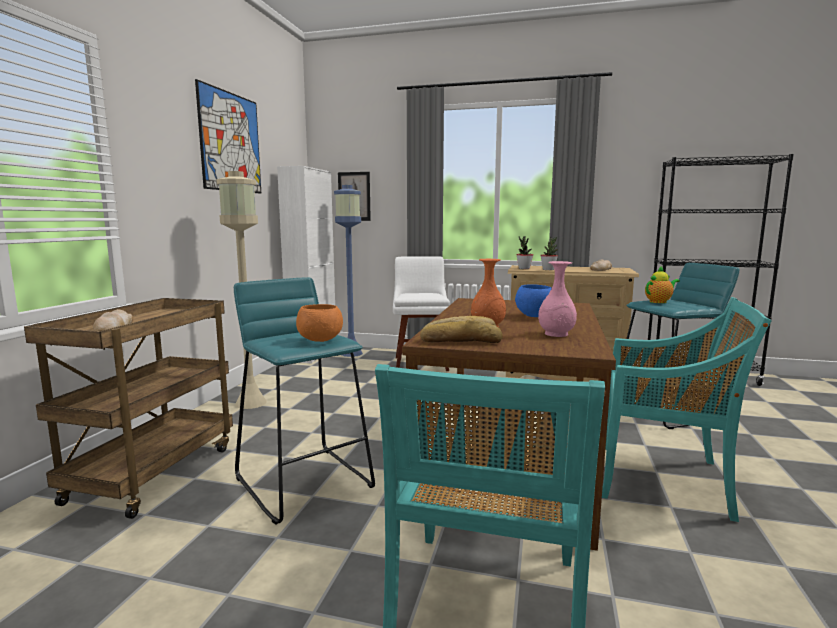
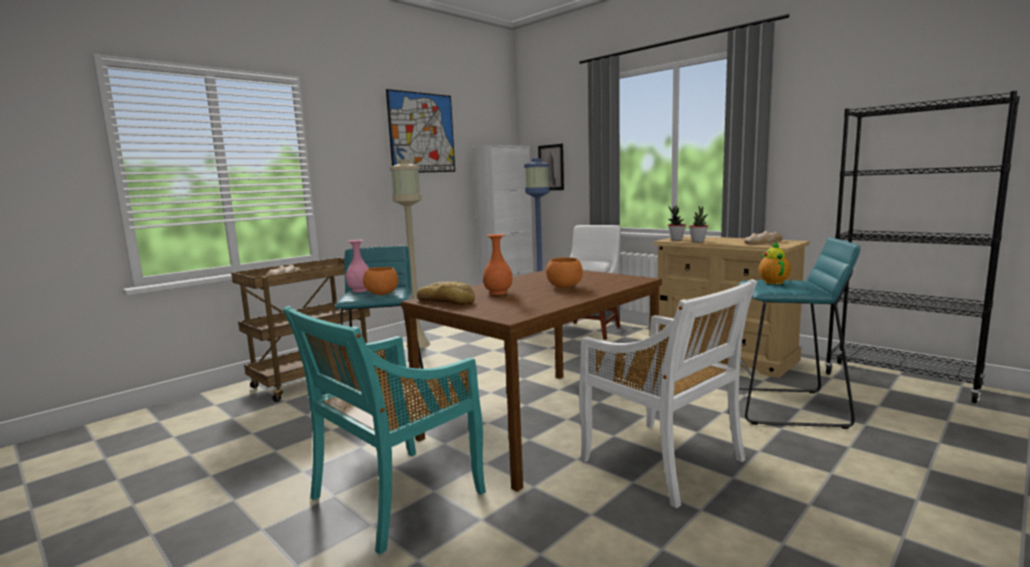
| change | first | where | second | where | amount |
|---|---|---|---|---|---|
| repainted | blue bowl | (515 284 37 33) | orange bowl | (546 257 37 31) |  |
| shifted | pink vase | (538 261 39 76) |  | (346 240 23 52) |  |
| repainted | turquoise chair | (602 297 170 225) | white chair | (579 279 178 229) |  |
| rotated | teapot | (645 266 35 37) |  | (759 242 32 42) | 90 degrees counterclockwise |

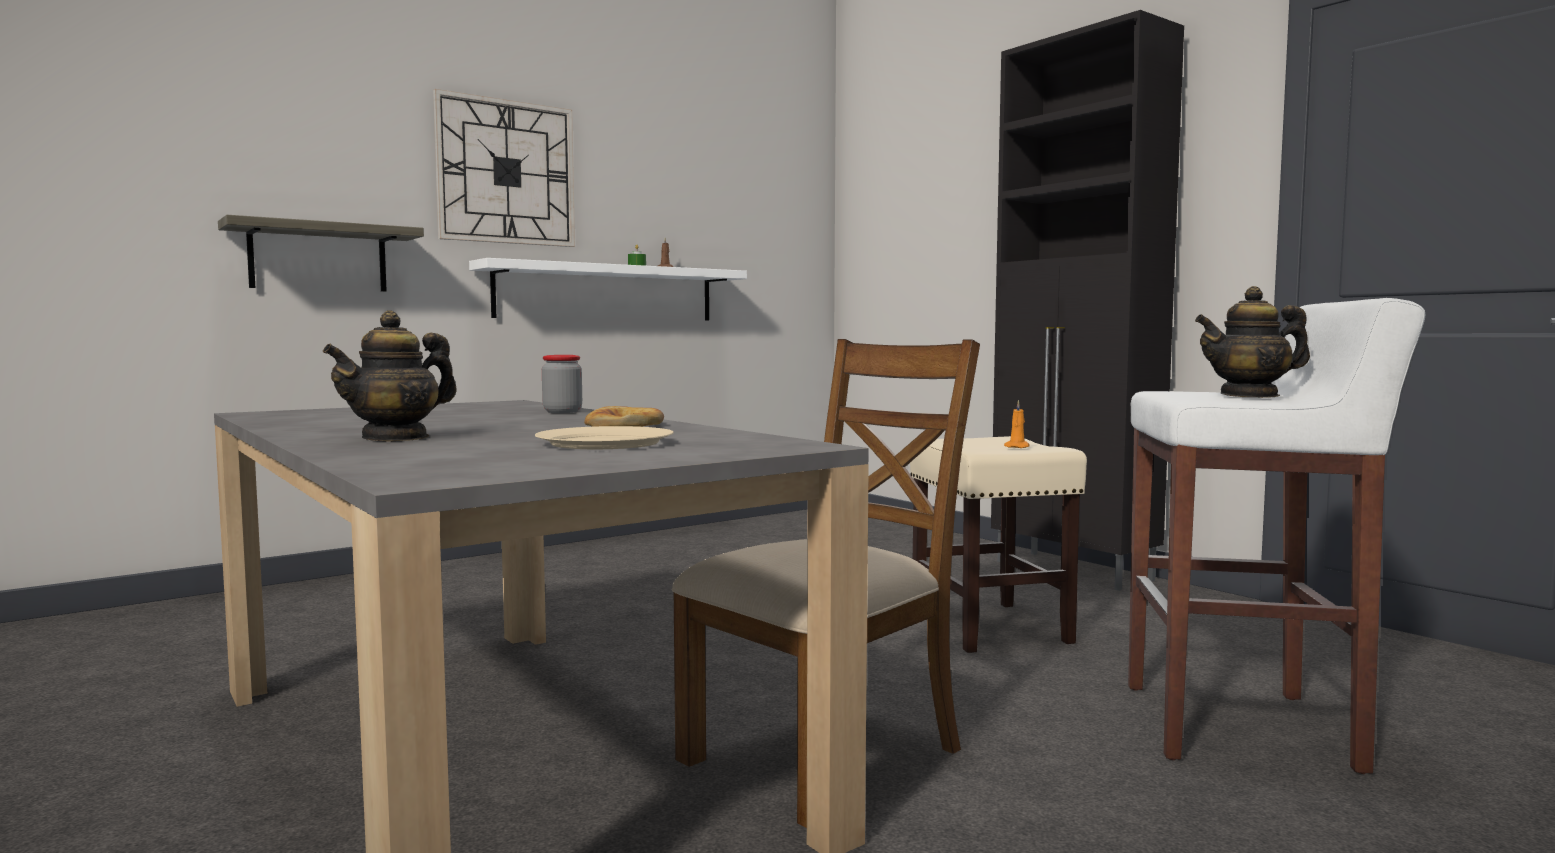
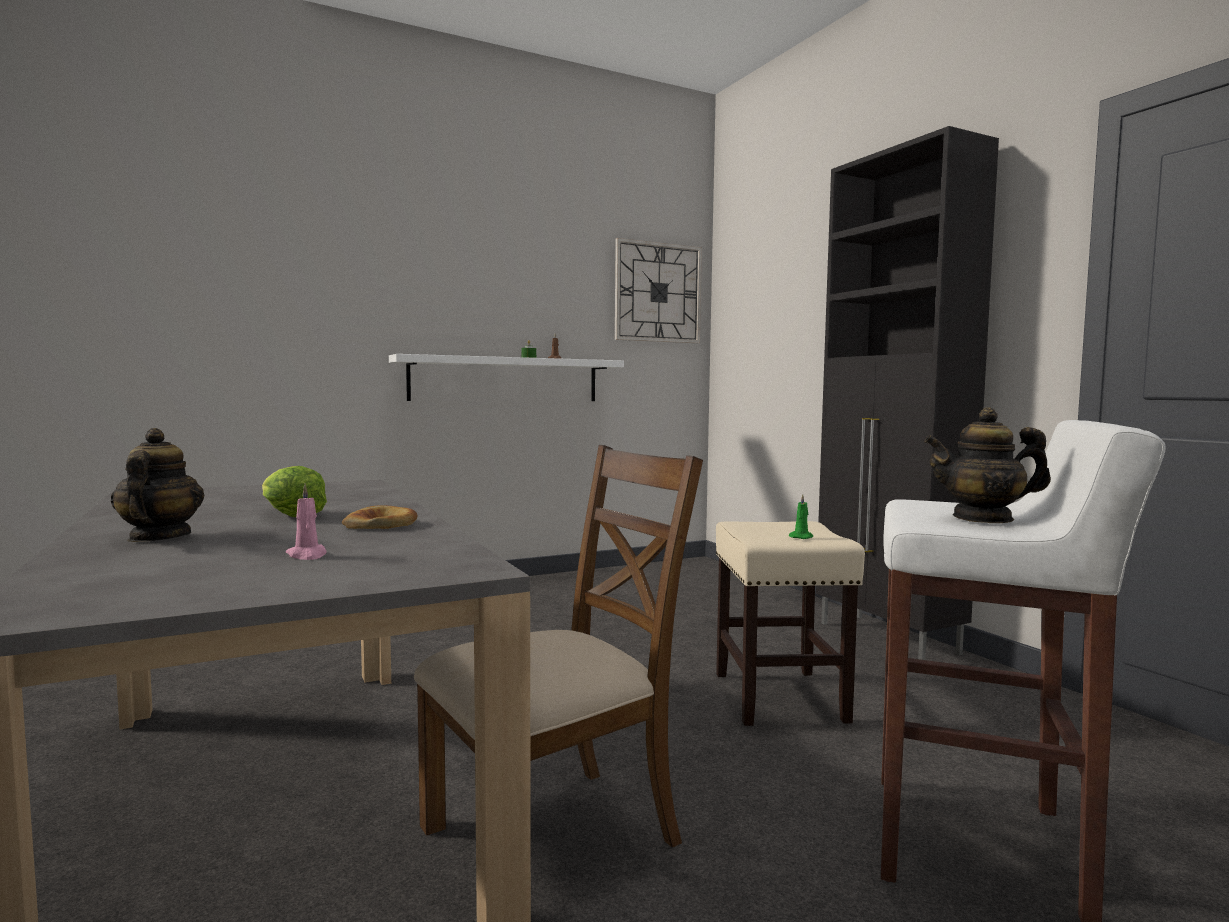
| change | first | where | second | where | amount |
|---|---|---|---|---|---|
| gone | shelf | (218 215 206 77) |  |  |  |
| rotated | teapot | (323 311 134 131) |  | (111 428 93 114) | 120 degrees clockwise |
| shifted | wall clock | (433 89 142 158) |  | (615 238 87 105) |  |
| swapped | beige plate | (535 426 139 23) | pink candle | (286 484 41 76) |  |
| gone | jar | (542 355 40 58) |  |  |  |
| repainted | orange candle | (1004 400 26 48) | green candle | (789 494 24 45) |  |
| new |  |  | lettuce | (262 466 65 51) |  |

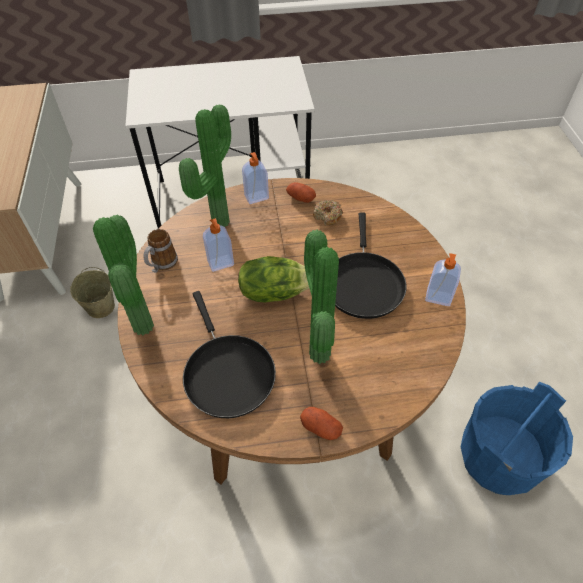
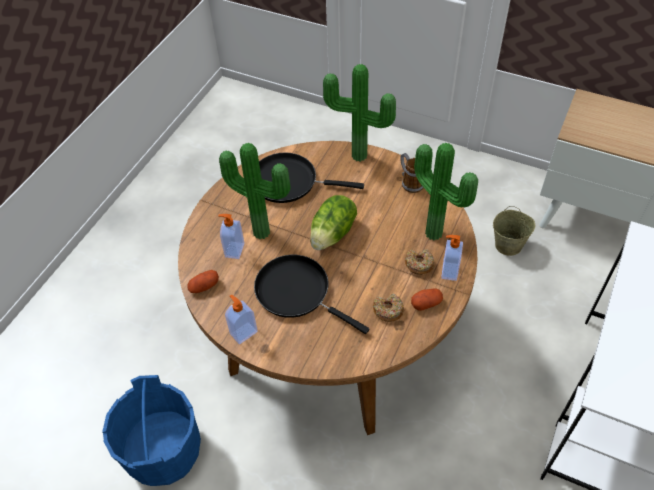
| change | first | where | second | where | amount |
|---|---|---|---|---|---|
| shifted | soap dispenser | (203 218 31 54) |  | (218 214 26 45) |  |
| shifted | potato | (300 407 43 33) |  | (187 270 32 23) |  |
| new |  |  | donut | (405 249 29 26) |  |

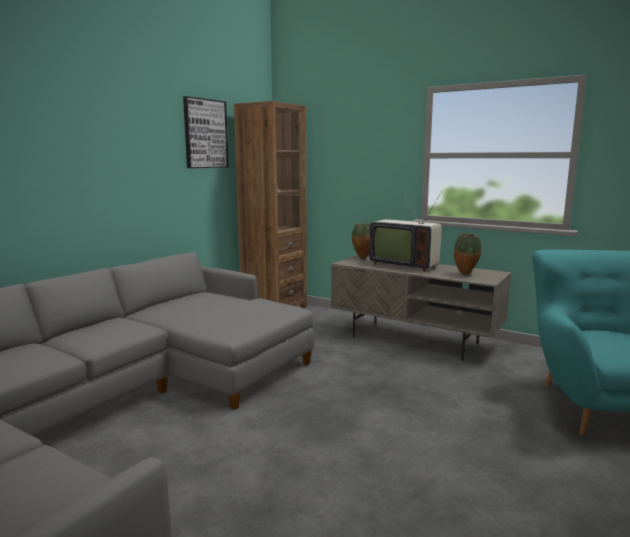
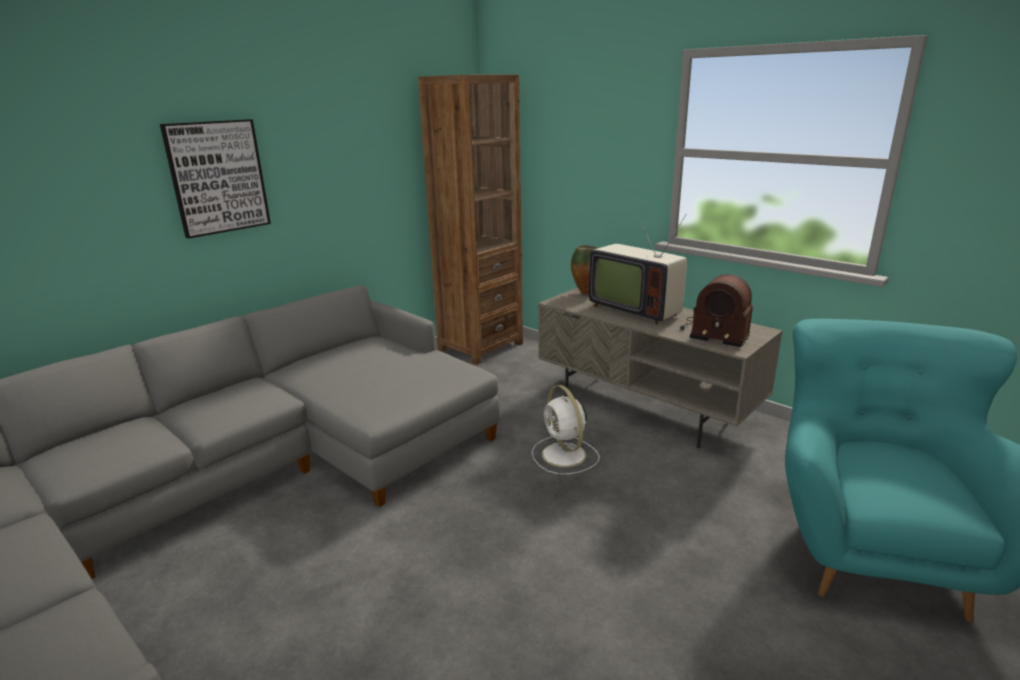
| change | first | where | second | where | amount |
|---|---|---|---|---|---|
| shifted | picture | (183 96 46 72) |  | (160 119 111 120) |  |
| swapped | vase | (454 233 28 42) | radio | (680 274 73 73) |  |
| new |  |  | white fan | (532 385 68 89) |  |

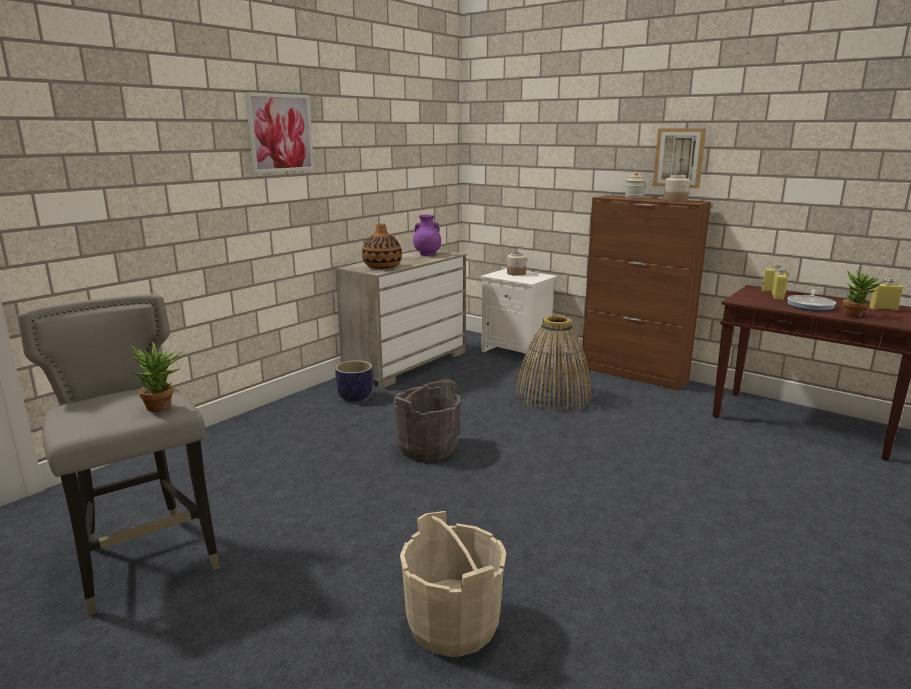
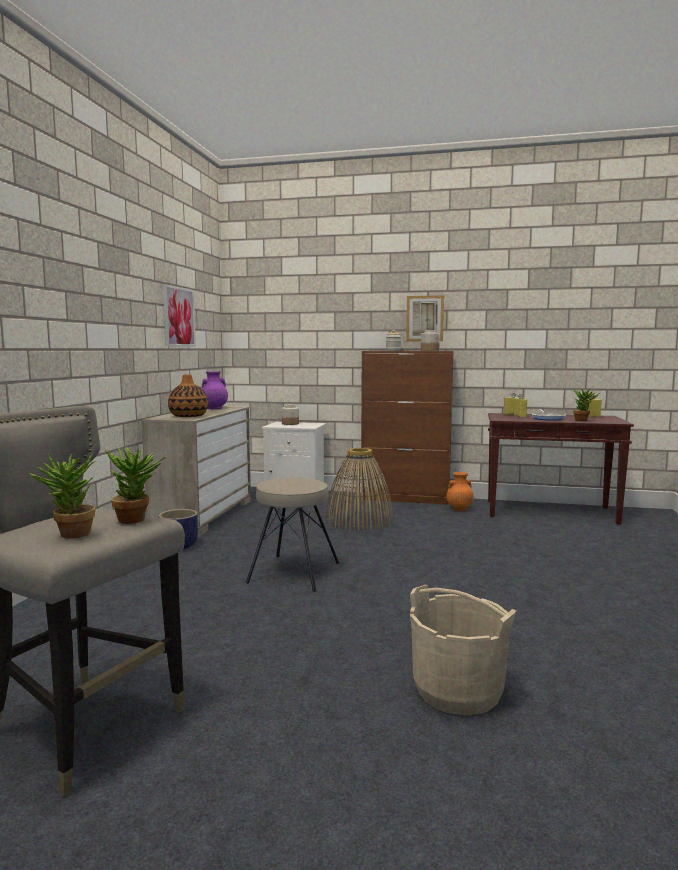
| change | first | where | second | where | amount |
|---|---|---|---|---|---|
| shifted | picture | (245 92 69 81) |  | (163 284 33 63) |  |
| swapped | grey bucket | (394 379 67 83) | beige stool | (246 477 93 115) |  |
| new |  |  | potted plant | (29 454 66 85) |  |
| new |  |  | orange vase | (446 472 28 39) |  |

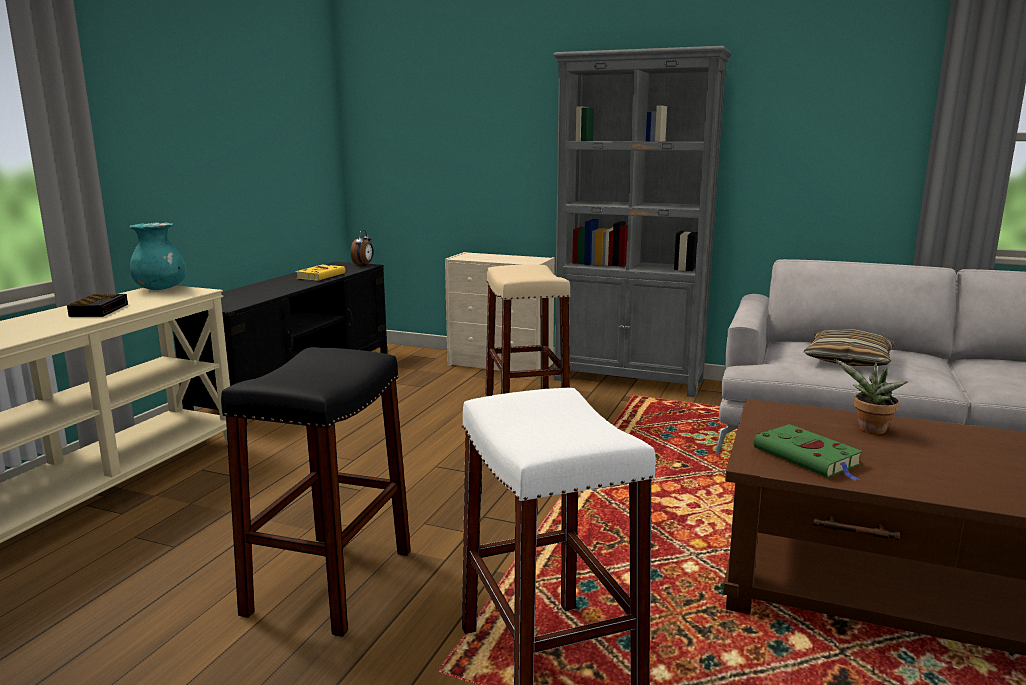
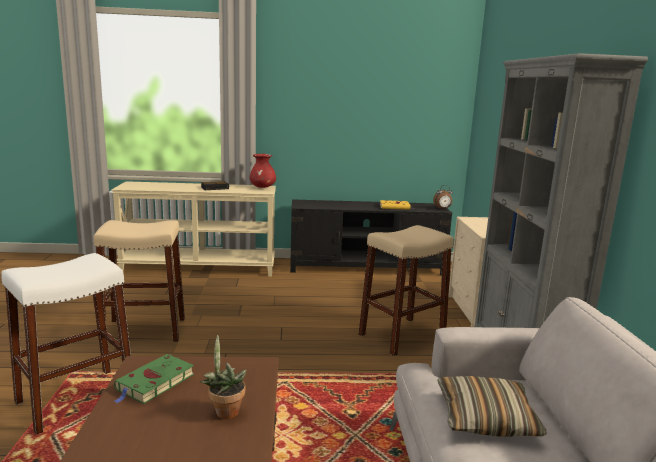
| change | first | where | second | where | amount |
|---|---|---|---|---|---|
| repainted | turquoise vase | (129 223 58 67) | red vase | (250 154 26 34) |  |
| repainted | black stool | (221 347 190 290) | beige stool | (93 220 92 122) |  |

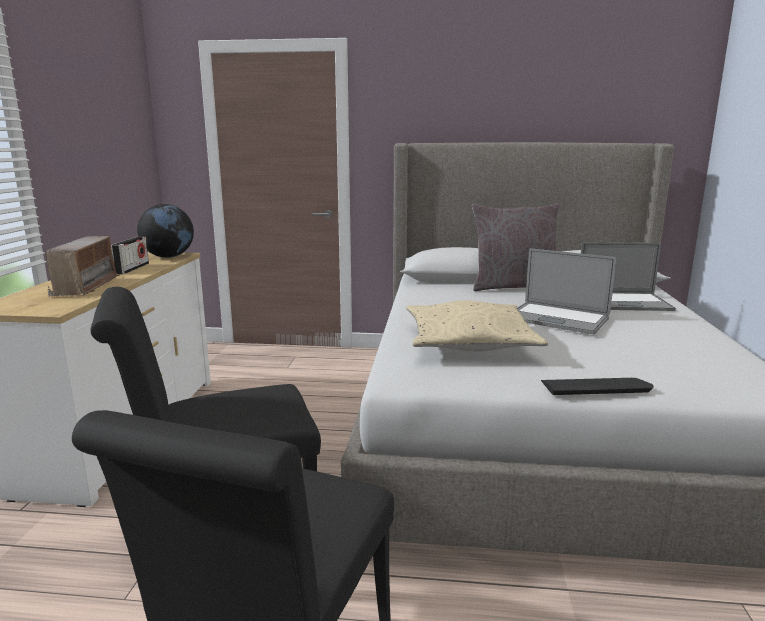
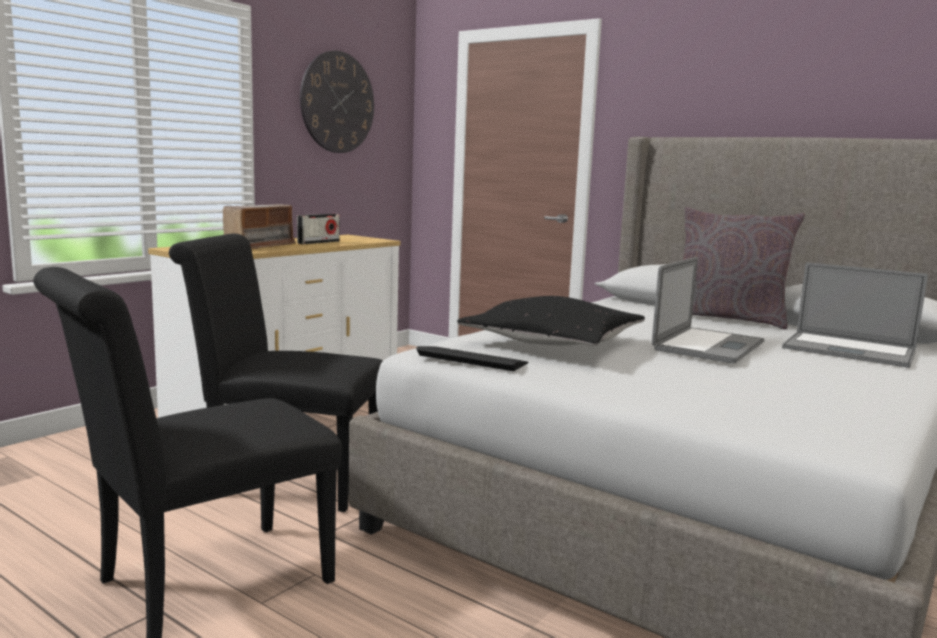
| change | first | where | second | where | amount |
|---|---|---|---|---|---|
| gone | globe | (137 204 57 54) |  |  |  |
| repainted | beige pillow | (406 300 142 52) | black pillow | (457 296 188 50) |  |
| rotated | laptop | (517 248 99 86) |  | (652 257 113 106) | 120 degrees counterclockwise |
| shifted | keyboard | (541 378 113 17) |  | (416 346 112 25) |  |
| new |  |  | wall clock | (300 50 74 103) |  |

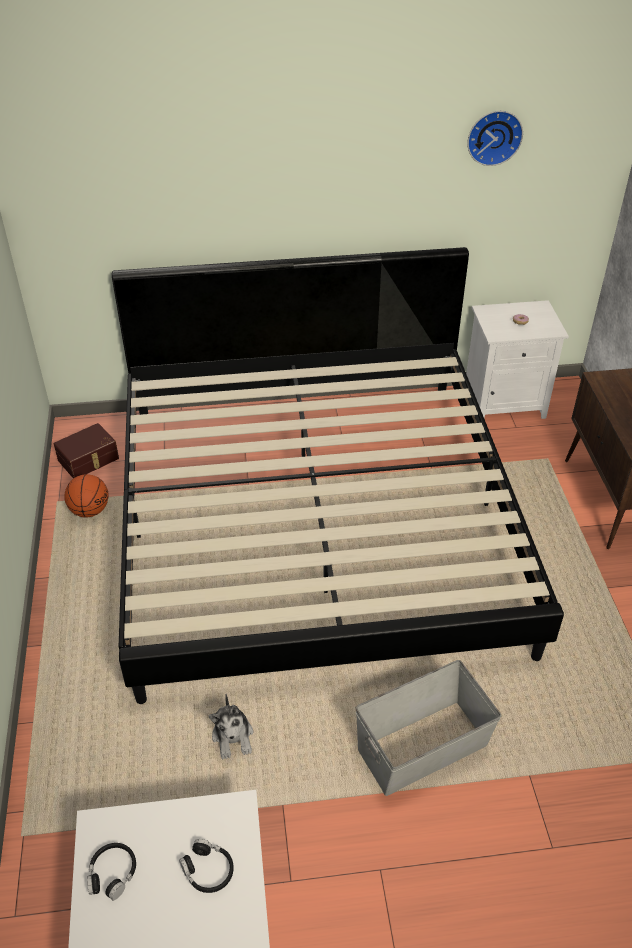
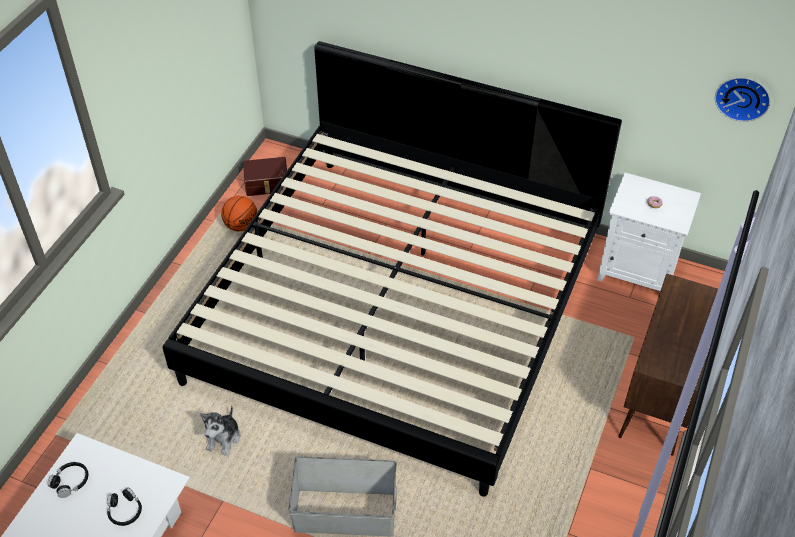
| change | first | where | second | where | amount |
|---|---|---|---|---|---|
| shifted | wall clock | (467 111 56 55) |  | (715 77 55 45) |  |

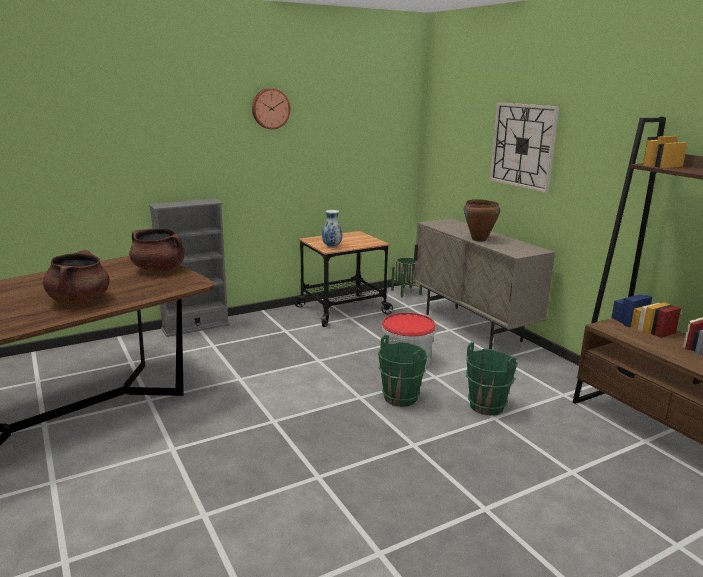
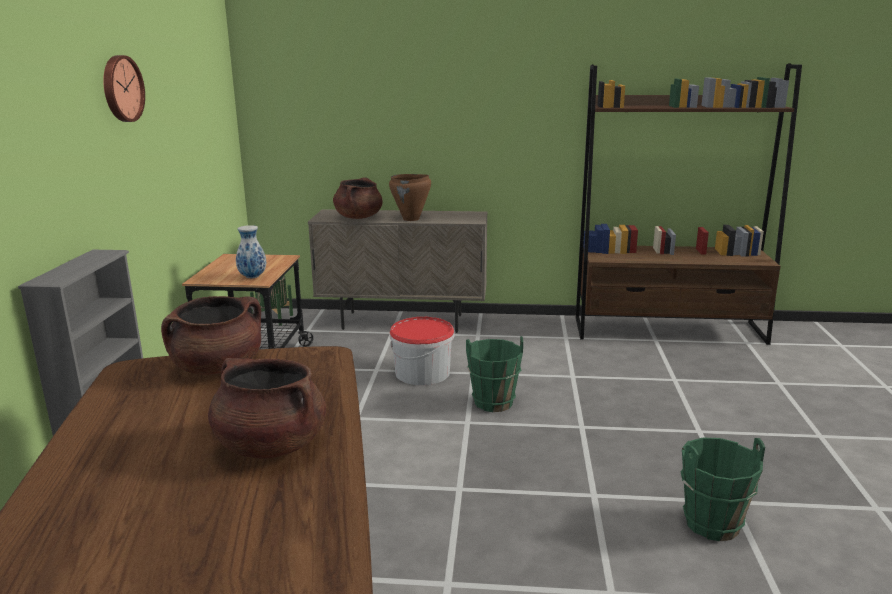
| change | first | where | second | where | amount |
|---|---|---|---|---|---|
| shifted | green bucket | (466 342 51 74) |  | (680 438 85 103) |  |
| gone | wall clock | (490 102 69 91) |  |  |  |
| new |  |  | brown cooking pot | (333 177 50 42) |  |

